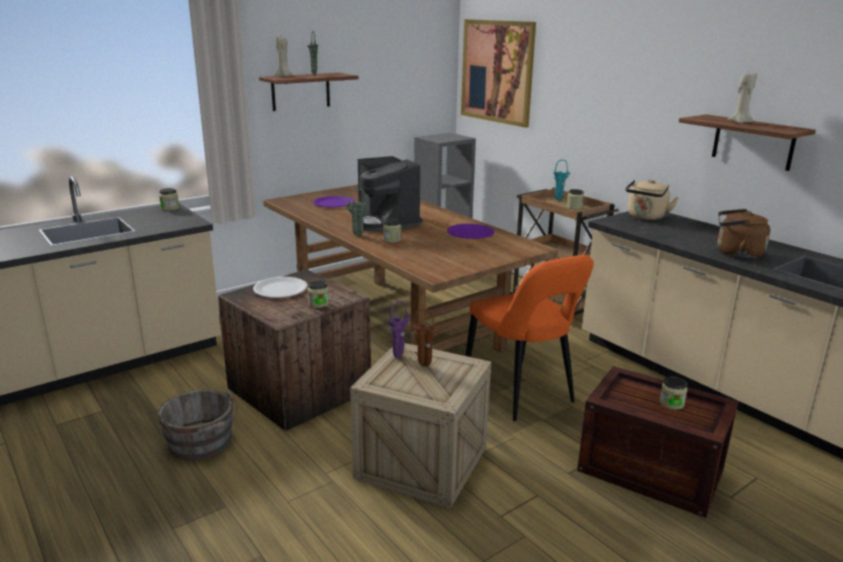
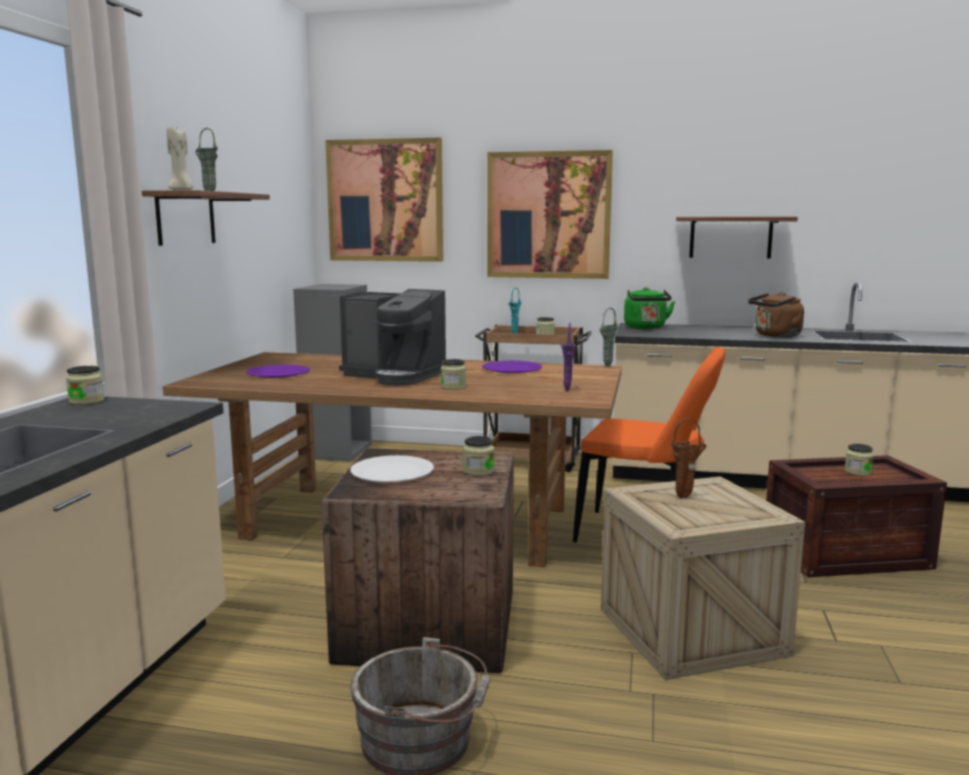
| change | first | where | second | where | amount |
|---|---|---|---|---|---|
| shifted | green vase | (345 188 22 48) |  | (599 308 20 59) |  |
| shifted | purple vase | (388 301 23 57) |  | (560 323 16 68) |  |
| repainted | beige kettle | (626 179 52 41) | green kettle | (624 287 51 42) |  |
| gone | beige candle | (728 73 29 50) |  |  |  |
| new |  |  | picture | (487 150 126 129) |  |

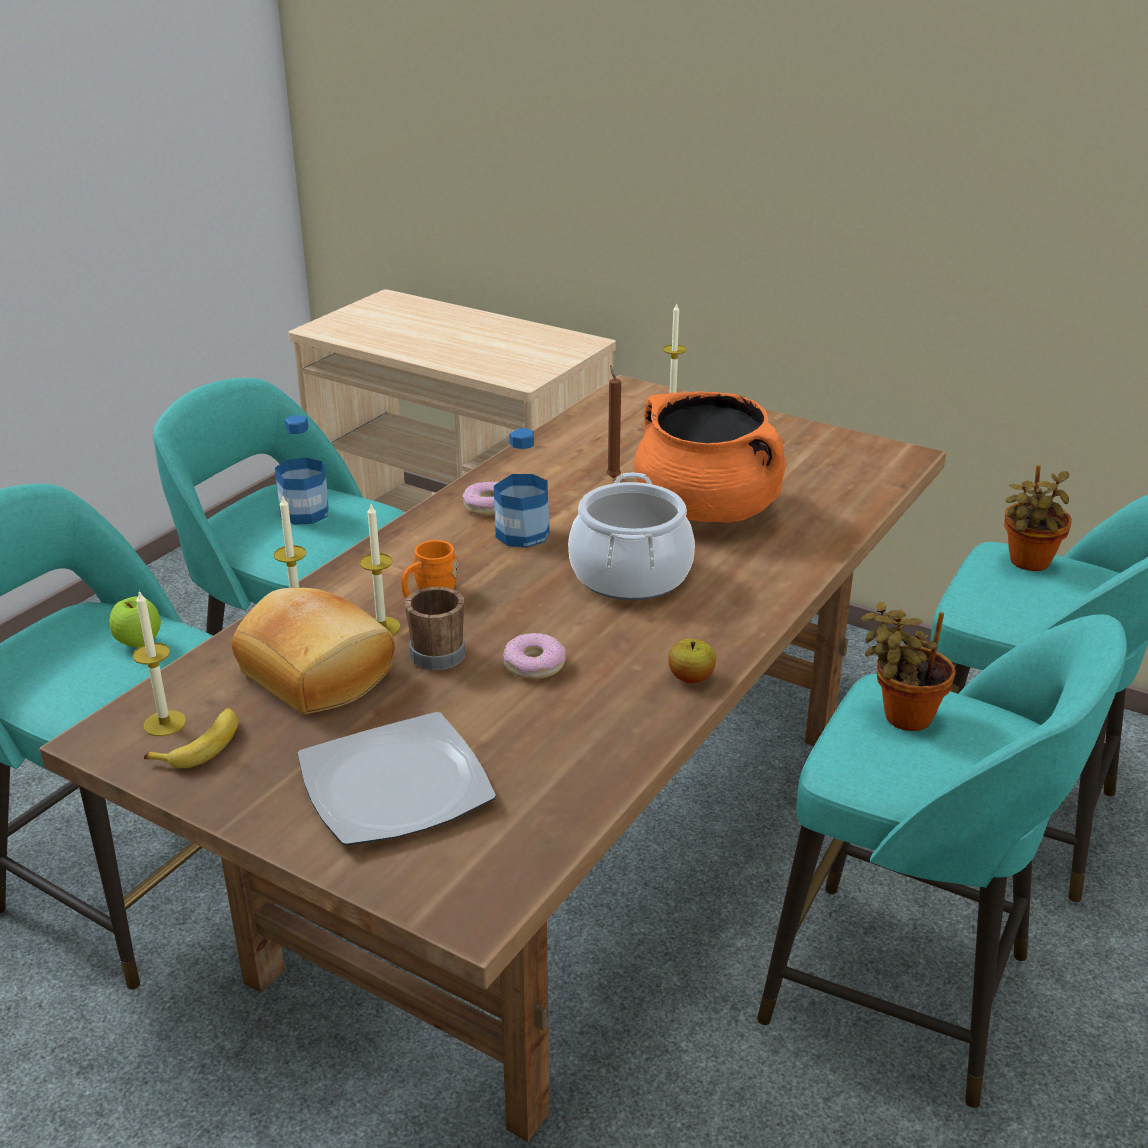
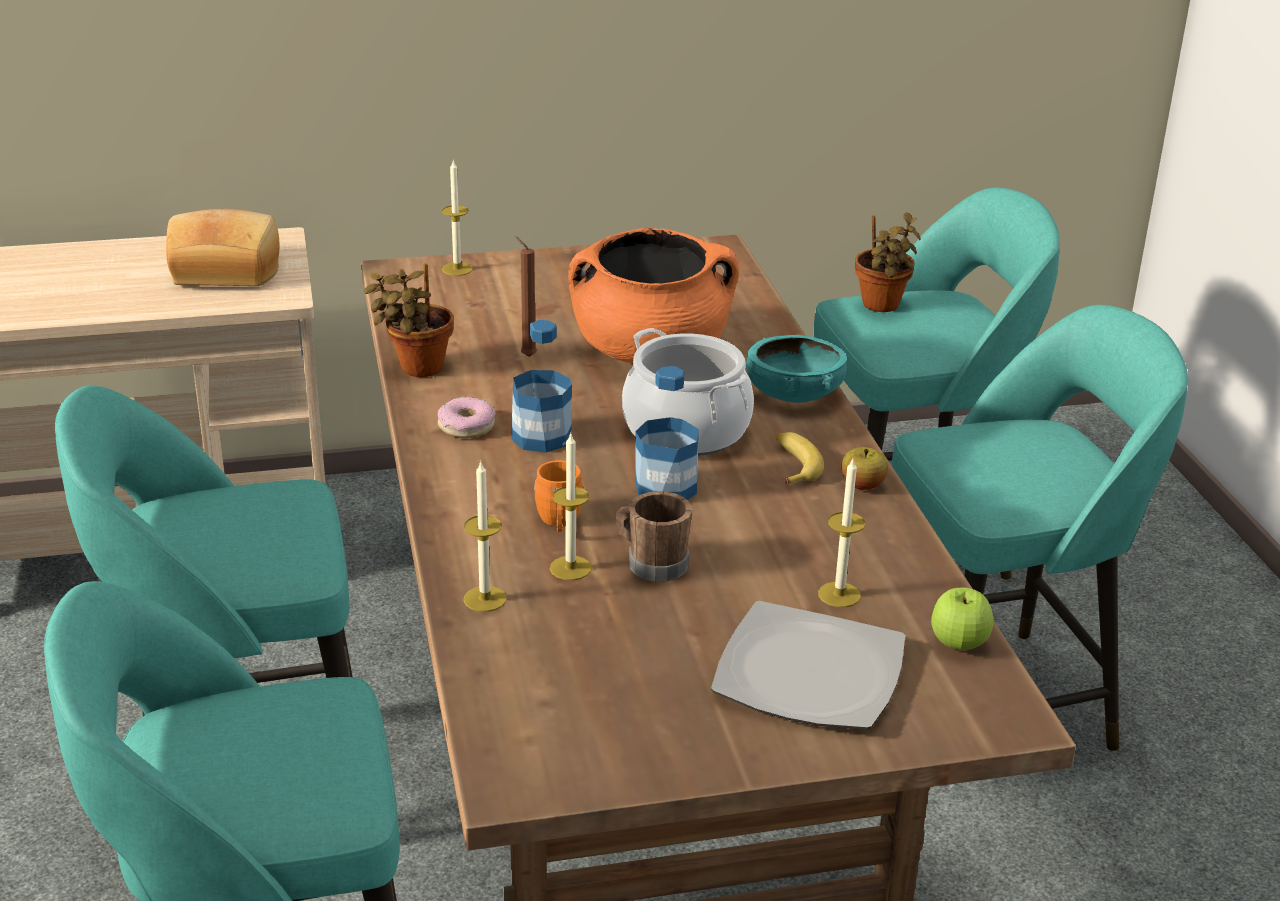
| change | first | where | second | where | amount |
|---|---|---|---|---|---|
| shifted | apple | (109 596 52 52) |  | (931 588 63 62) |  |
| shifted | candle | (132 590 54 146) |  | (818 459 47 149) |  |
| shifted | banana | (144 708 95 60) |  | (775 432 49 53) |  |
| shifted | bread | (232 588 163 126) |  | (166 209 114 77) |  |
| shifted | bottle | (275 415 54 110) |  | (636 366 63 134) |  |
| gone | donut | (503 633 63 47) |  |  |  |
| shifted | potted plant | (861 602 94 129) |  | (364 264 90 113) |  |
| new |  |  | turquoise bowl | (746 335 101 68) |  |

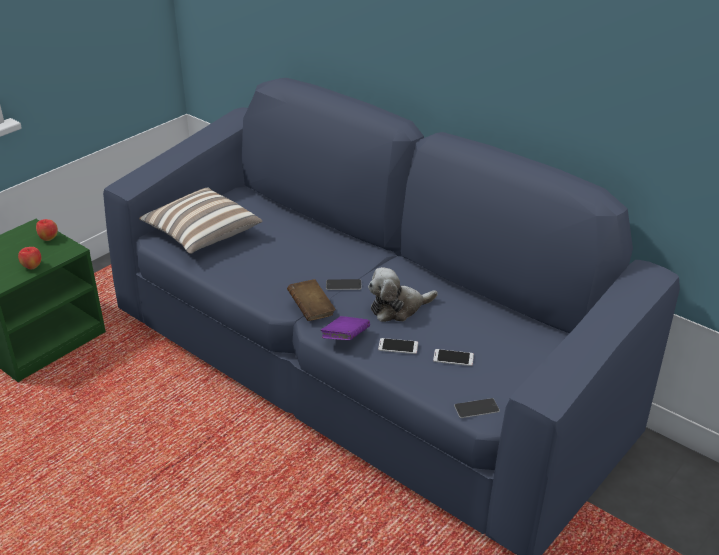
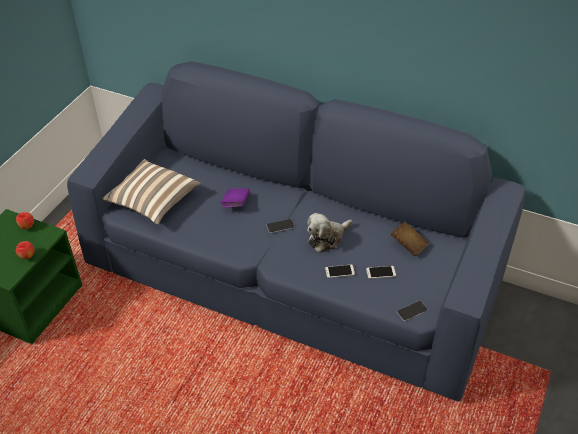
| change | first | where | second | where | amount |
|---|---|---|---|---|---|
| shifted | brown book | (287 279 48 42) |  | (391 222 38 34) |  |
| shifted | purple book | (321 316 49 24) |  | (221 188 29 20) |  |

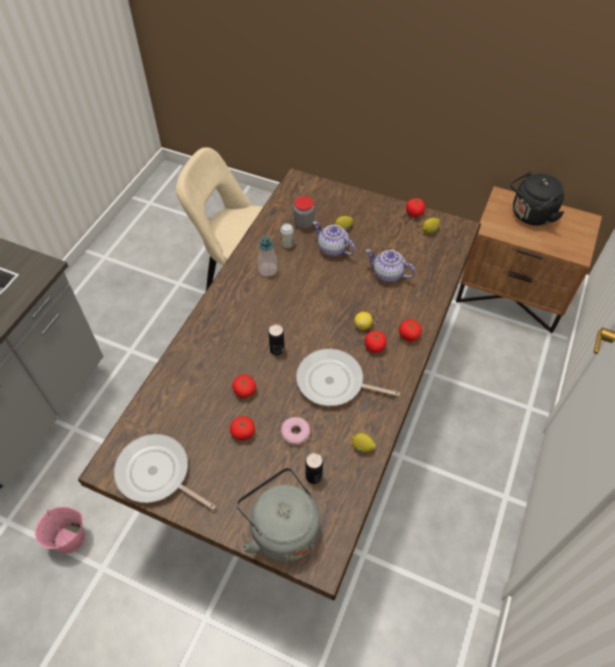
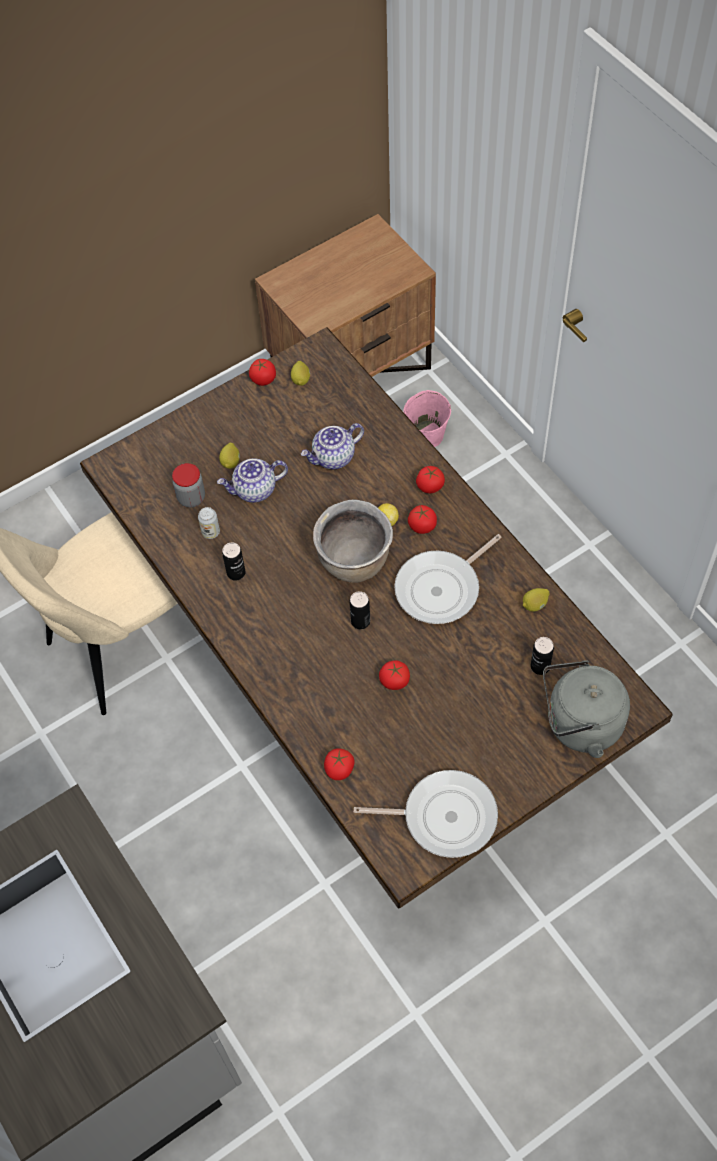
| change | first | where | second | where | amount |
|---|---|---|---|---|---|
| shifted | pink bucket | (35 507 50 47) |  | (403 390 48 57) |  |
| rotated | frying pan | (114 434 102 76) |  | (354 770 144 88) | 150 degrees counterclockwise |
| shifted | tomato | (230 416 25 24) |  | (324 748 31 32) |  |
| swapped | soap dispenser | (258 236 20 40) | can | (222 542 23 39) |  |
| gone | donut | (281 417 29 29) |  |  |  |
| gone | black kettle | (510 171 55 55) |  |  |  |
| new |  |  | brown cooking pot | (313 499 80 84) |  |

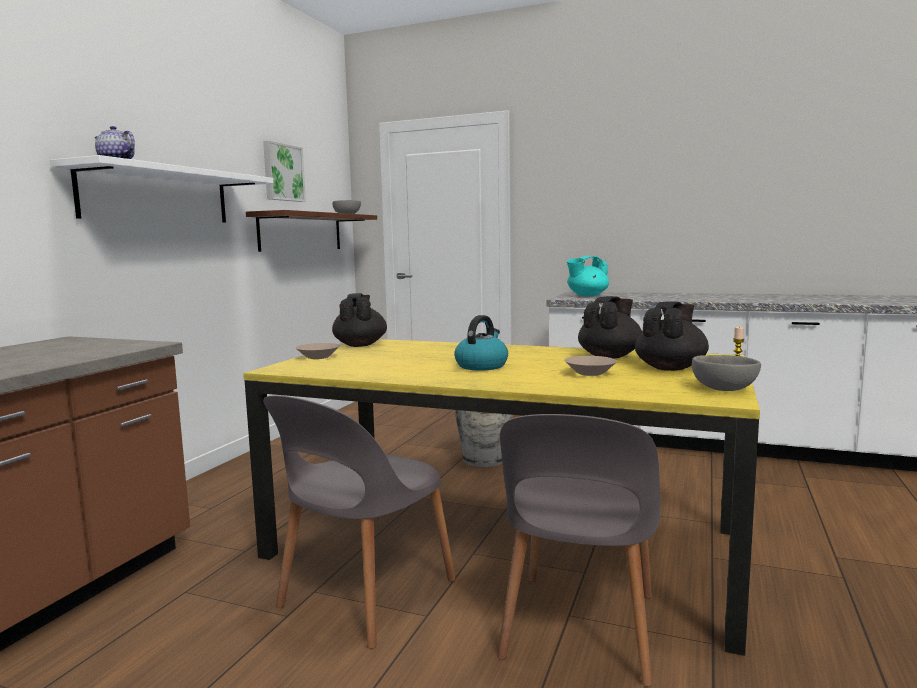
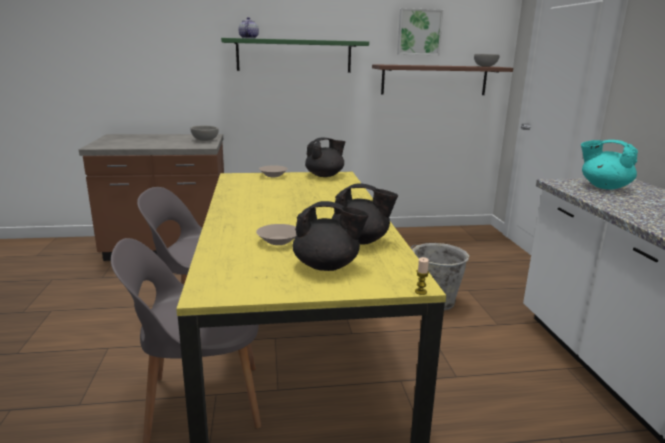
| change | first | where | second | where | amount |
|---|---|---|---|---|---|
| repainted | white shelf | (50 155 223 68) | green shelf | (221 38 148 35) |  |
| gone | kettle | (454 315 54 56) |  |  |  |
| shifted | grey bowl | (692 355 69 36) |  | (190 126 29 15) |  |

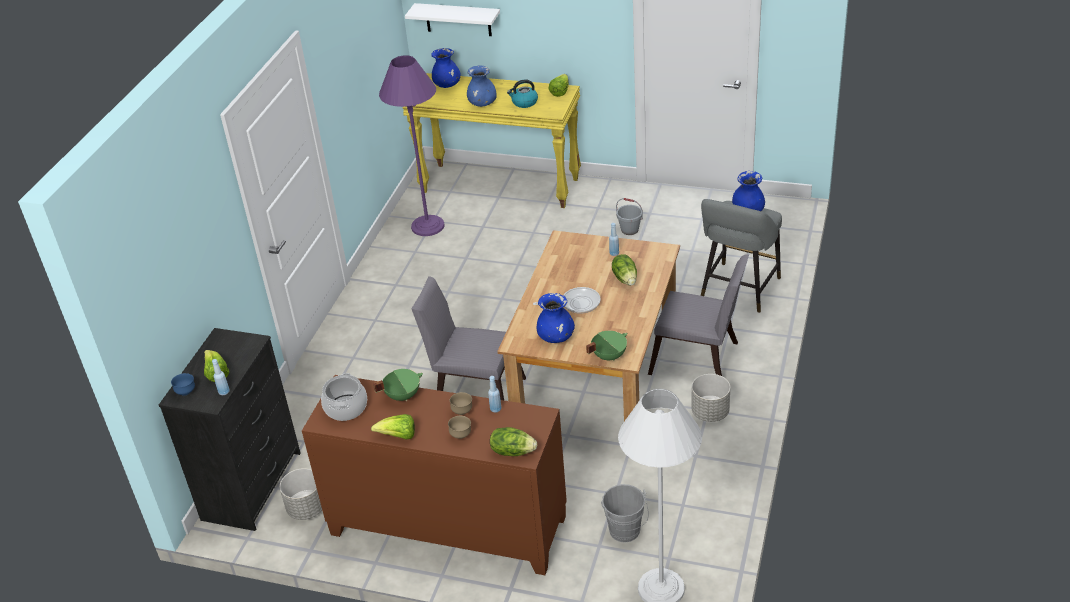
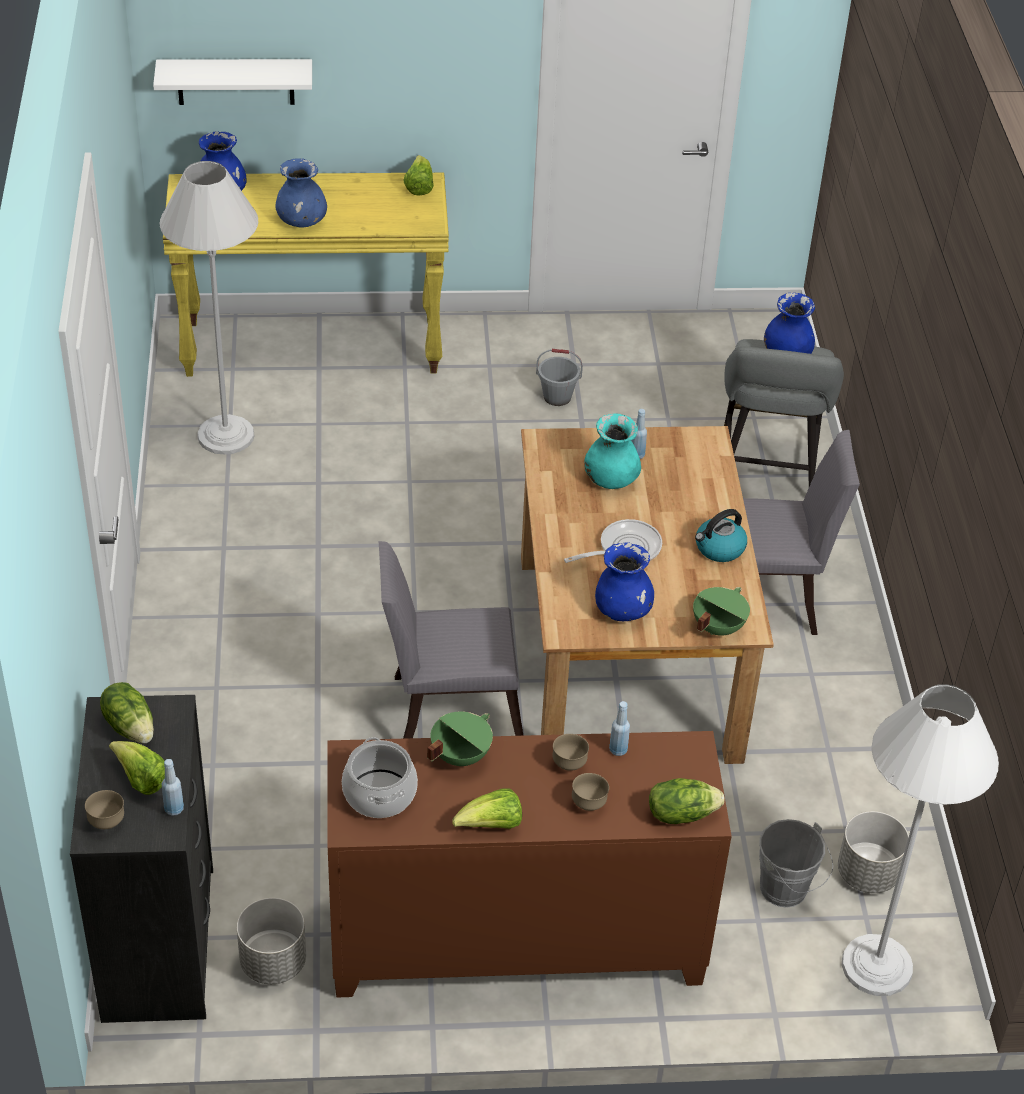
| change | first | where | second | where | amount |
|---|---|---|---|---|---|
| repainted | blue bowl | (171 373 24 23) | brown bowl | (85 790 39 39) |  |
| repainted | purple floor lamp | (379 55 66 181) | white floor lamp | (160 161 99 294) |  |
| shifted | kettle | (507 80 31 28) |  | (695 509 52 53) |  |
| shifted | lettuce | (612 254 25 32) |  | (100 682 54 61) |  |
| shifted | grey planter | (691 374 39 48) |  | (838 811 71 82) |  |
| new |  |  | turquoise vase | (584 414 57 75) |  |

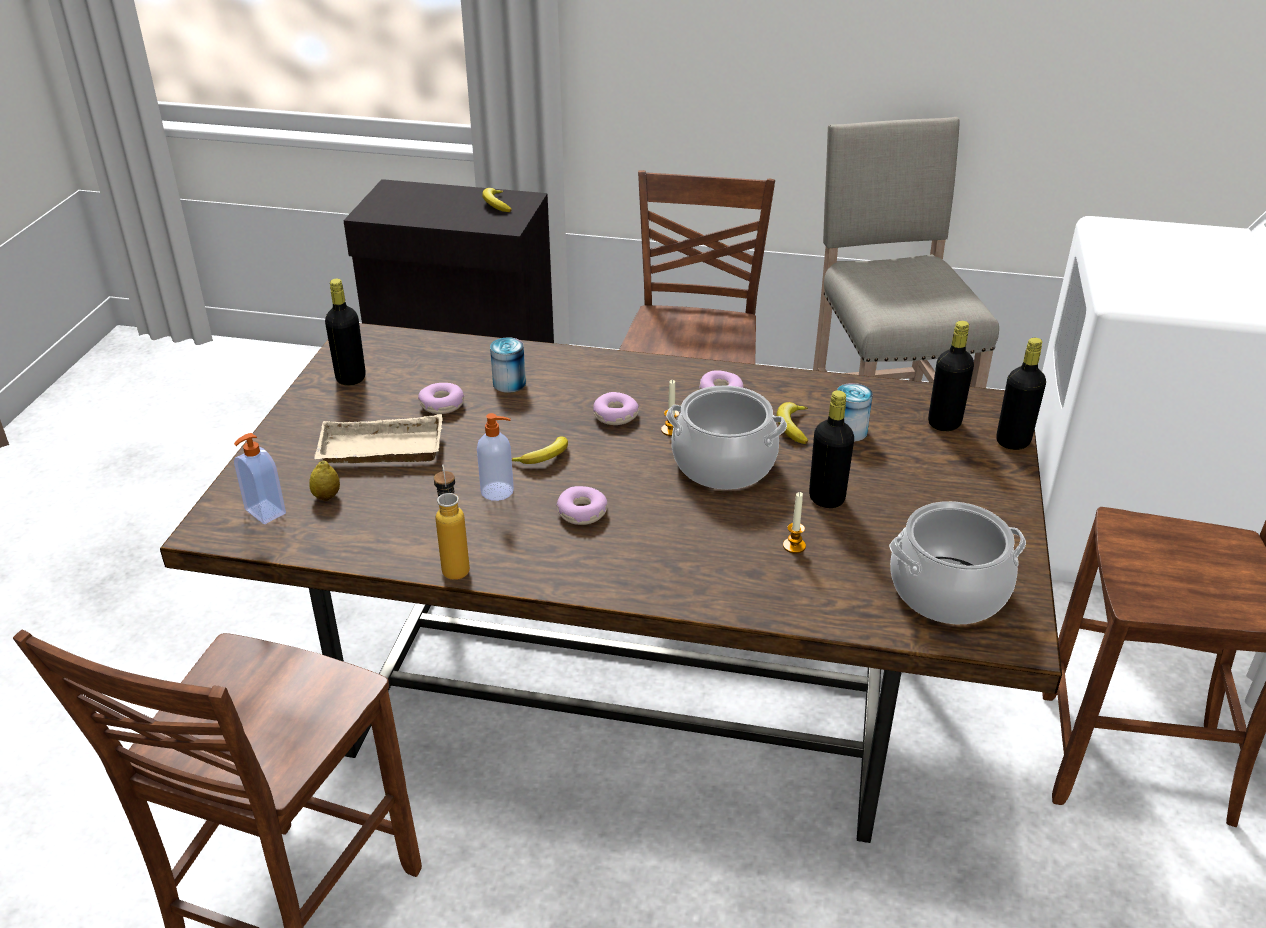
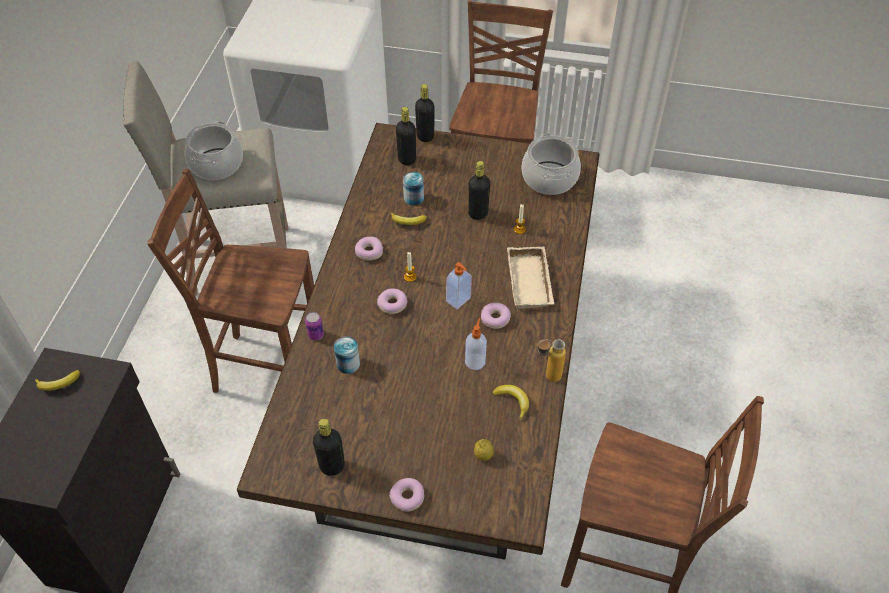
| change | first | where | second | where | amount |
|---|---|---|---|---|---|
| shifted | soap dispenser | (234 433 52 91) |  | (446 262 26 47) |  |
| shifted | beige tray | (314 414 128 49) |  | (507 246 47 63) |  |
| shifted | donut | (418 383 46 31) |  | (389 478 35 34) |  |
| shifted | banana | (512 436 56 28) |  | (492 385 37 35) |  |
| shifted | cooking pot | (666 385 121 104) |  | (185 121 58 59) |  |
| new |  |  | can | (305 312 19 29) |  |

